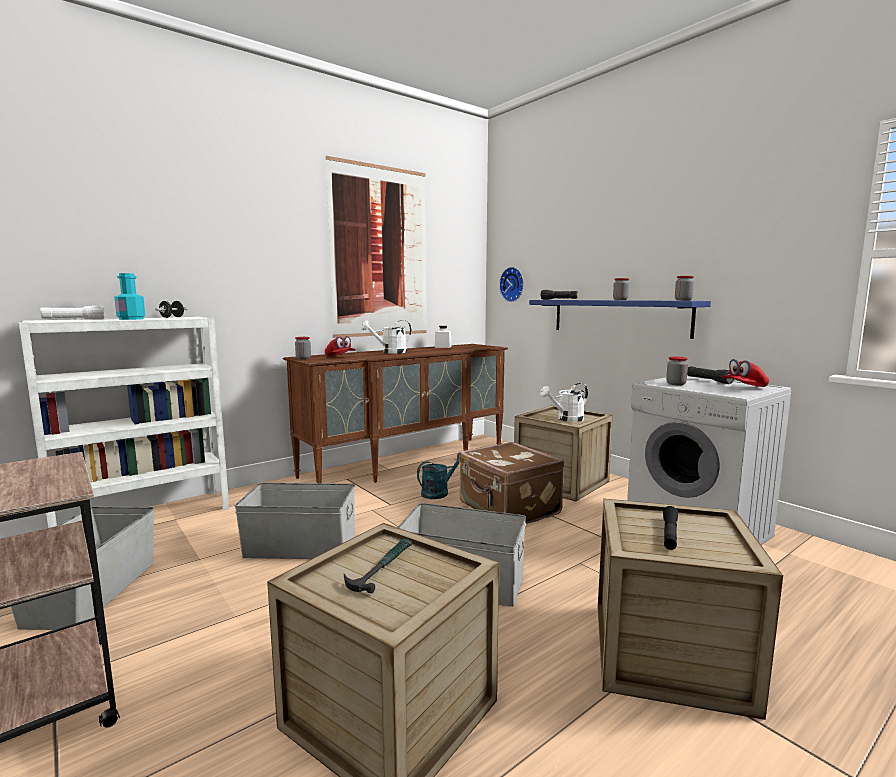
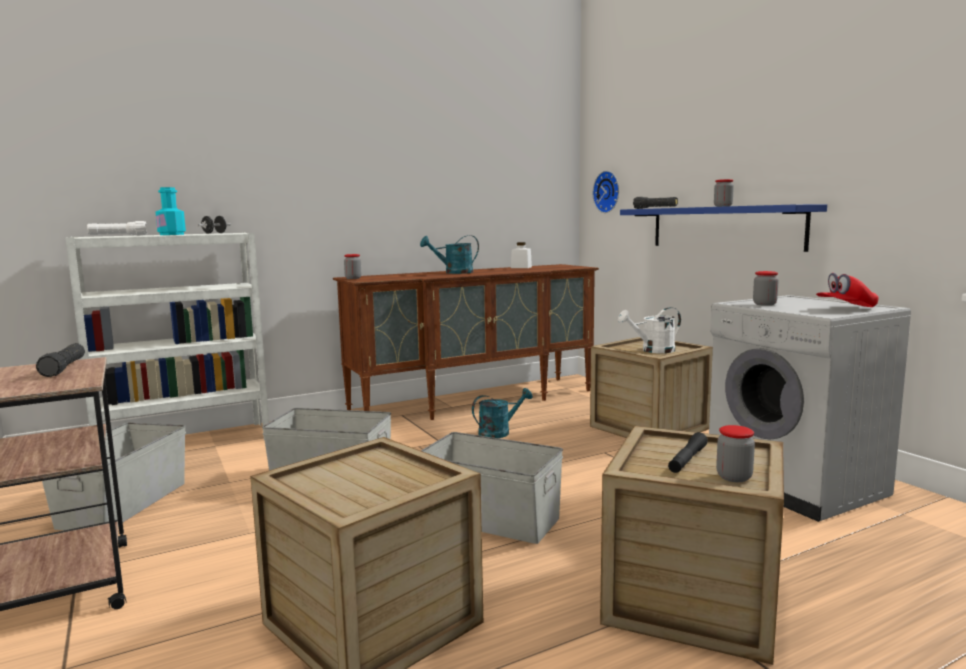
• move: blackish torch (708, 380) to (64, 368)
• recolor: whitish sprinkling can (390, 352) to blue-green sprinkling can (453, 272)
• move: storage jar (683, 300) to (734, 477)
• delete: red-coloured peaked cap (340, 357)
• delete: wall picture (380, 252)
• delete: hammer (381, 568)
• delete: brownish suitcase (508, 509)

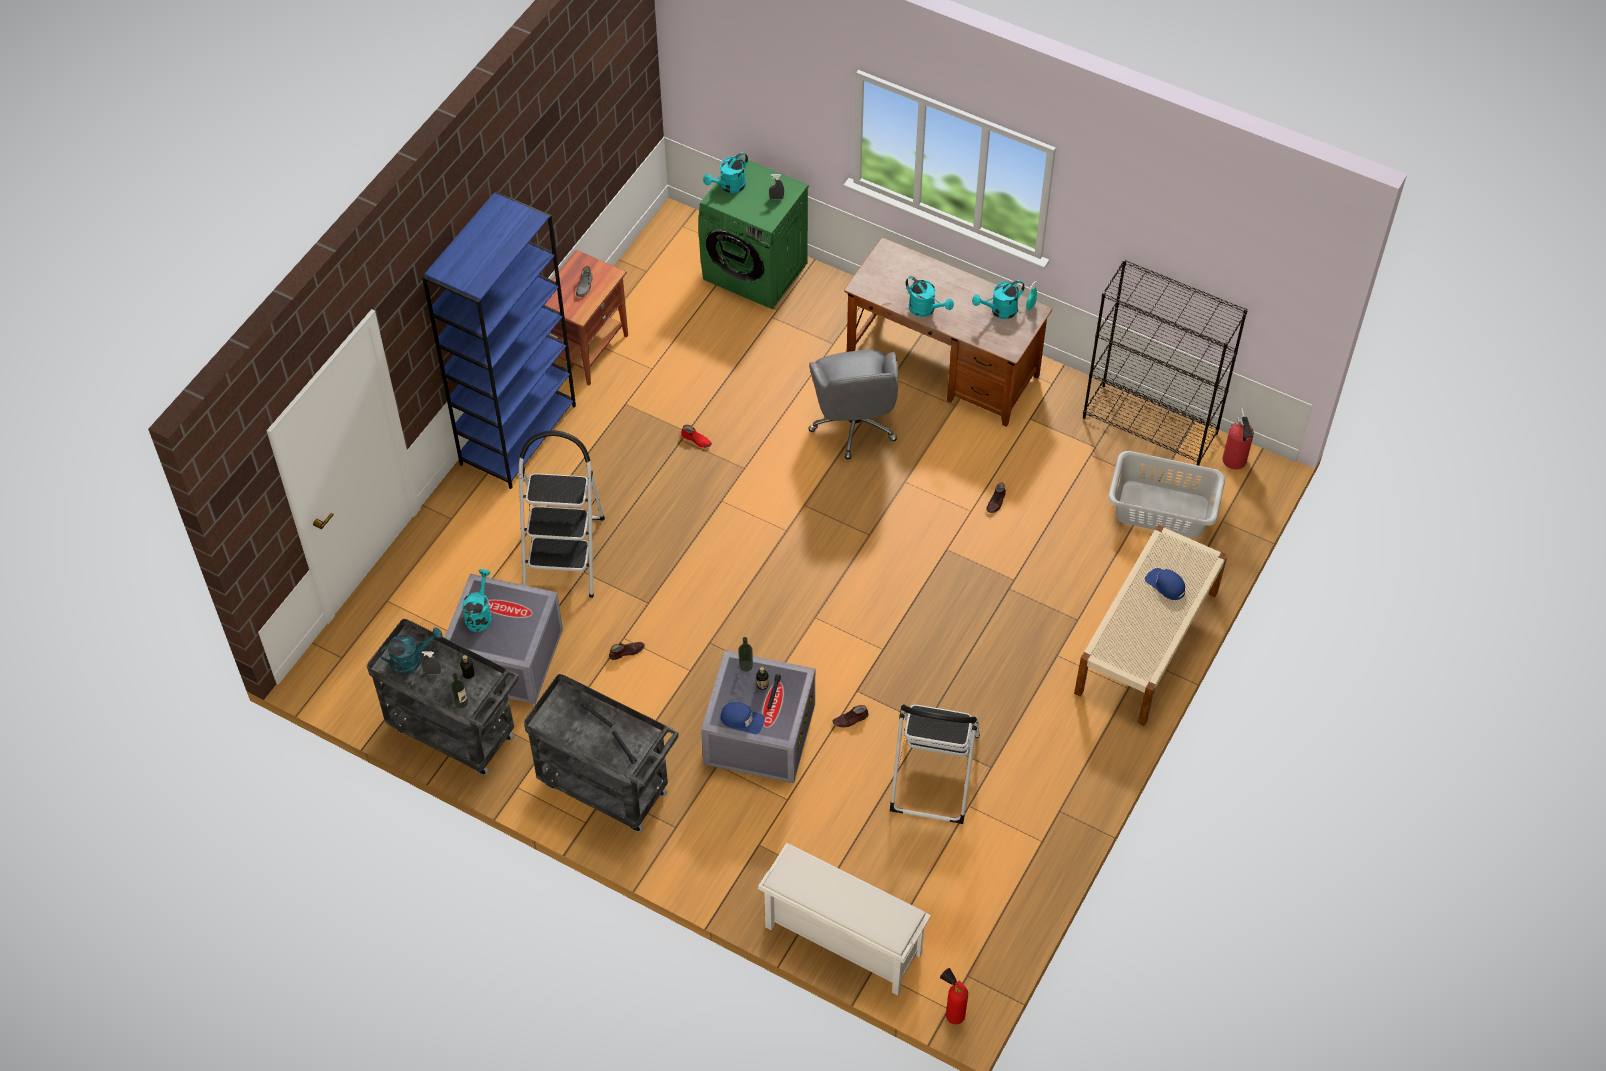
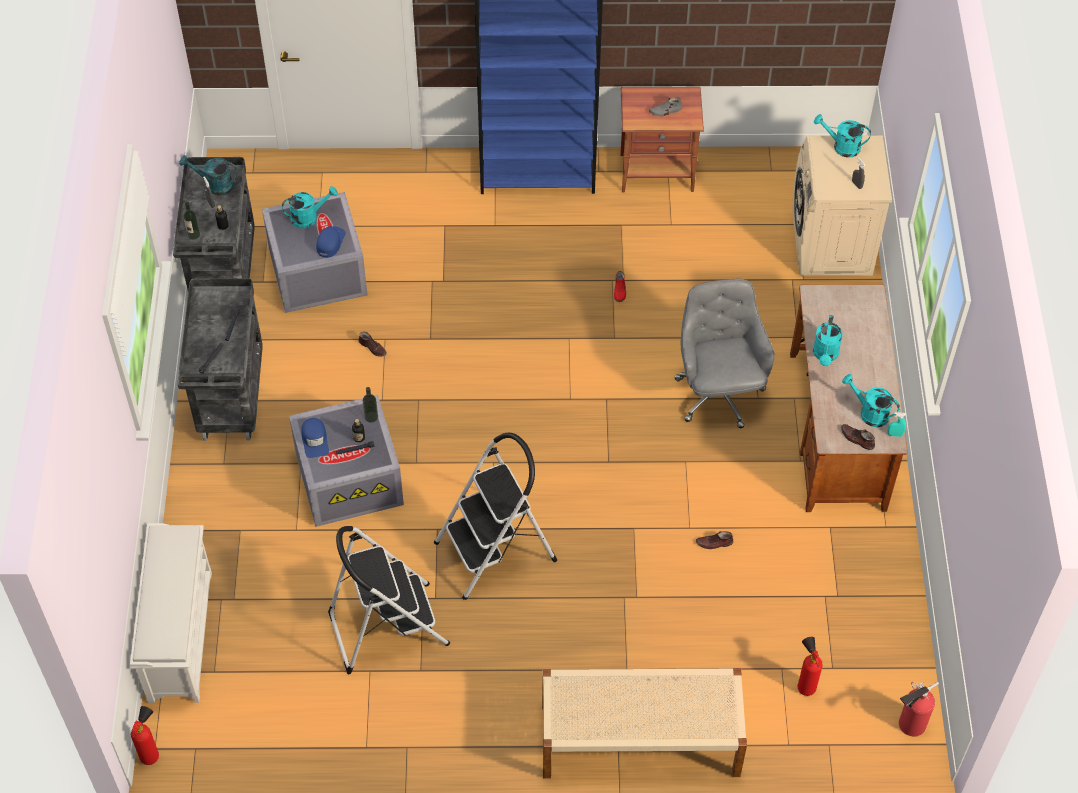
• rotate: blue-green sprinkling can (411, 660) = (214, 185) 150 degrees clockwise
• move: blue peaked cap (1165, 585) to (330, 242)
• move: step stool (566, 552) to (499, 551)
• rotate: gray office chair (853, 425) = (719, 394) 120 degrees clockwise
• recolor: greenish washing machine (755, 273) to sand-coloured washing machine (831, 245)
• replace: gray hamper (1161, 509) to fire extinguisher (805, 684)
• move: brownish shoe (850, 719) to (857, 439)
• delete: blackish bookshelf (1151, 425)

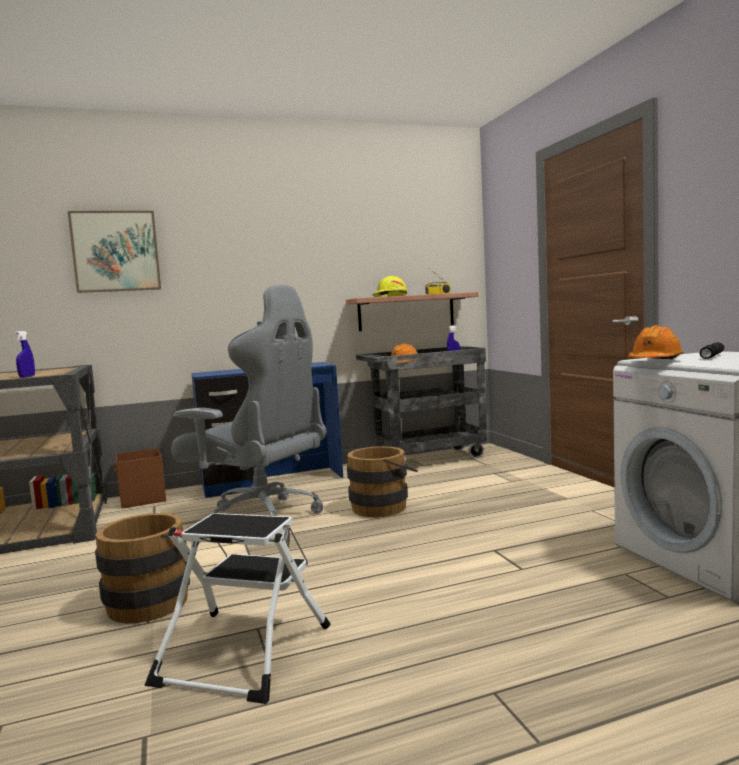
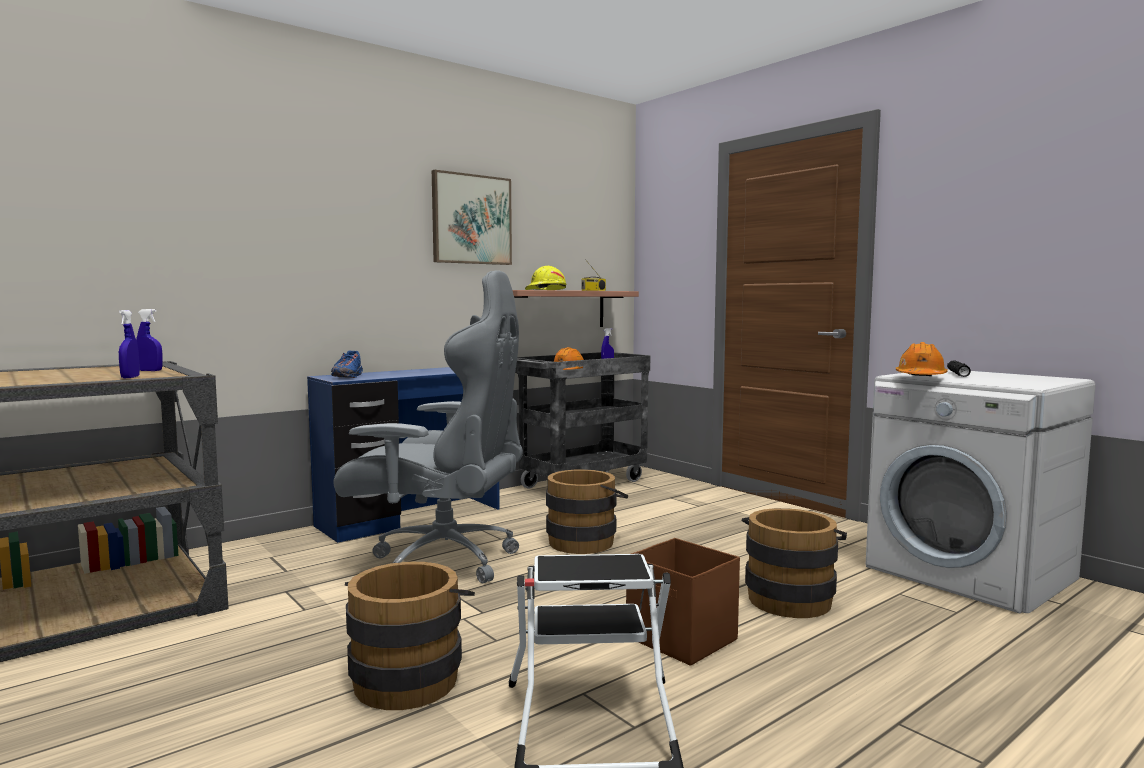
• insert: blue sprayer (150, 370)
• insert: blue shoe (348, 377)
• move: wall picture (116, 251) to (471, 219)
• move: brownish storage container (142, 499) to (682, 639)
• insert: brownish bucket (790, 597)

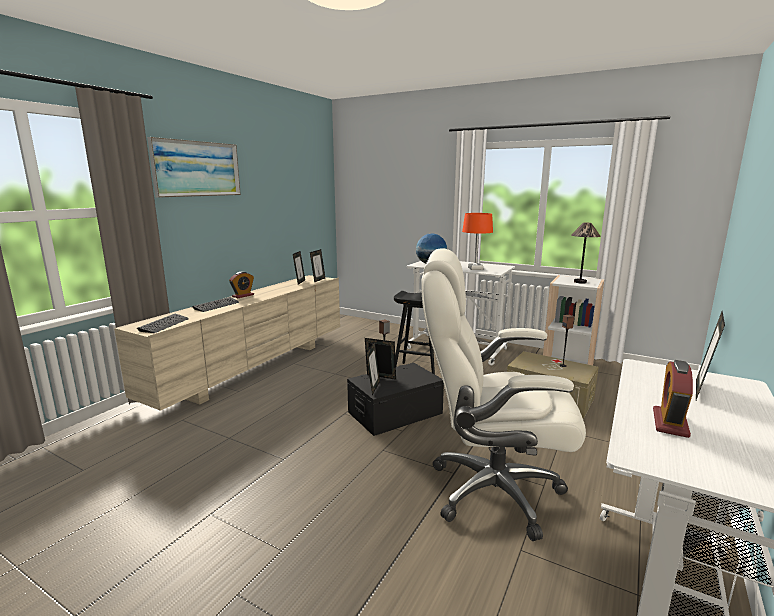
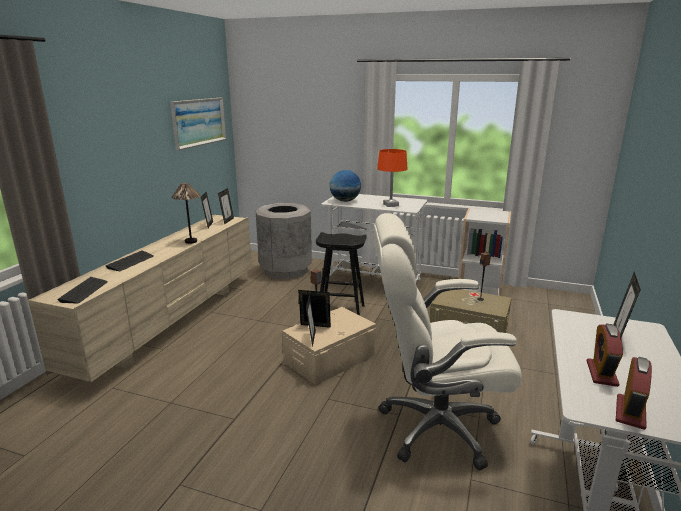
• move: wall picture (197, 169) to (199, 122)
• move: tabletop lamp (580, 282) to (191, 241)
• insert: gray trash can (285, 270)
• recolor: blackish storage container (395, 413) to sand-coloured storage container (329, 358)
• move: alarm clock (243, 295) to (630, 412)

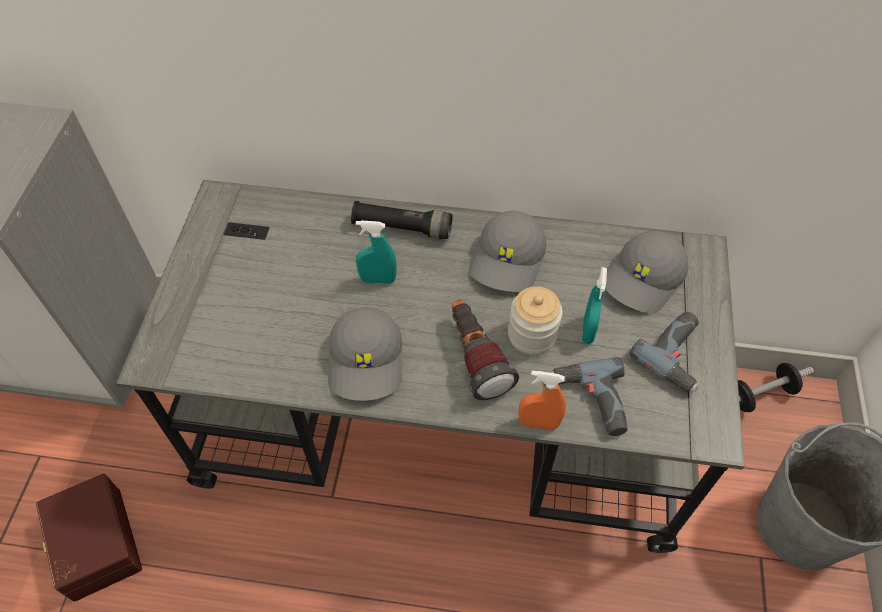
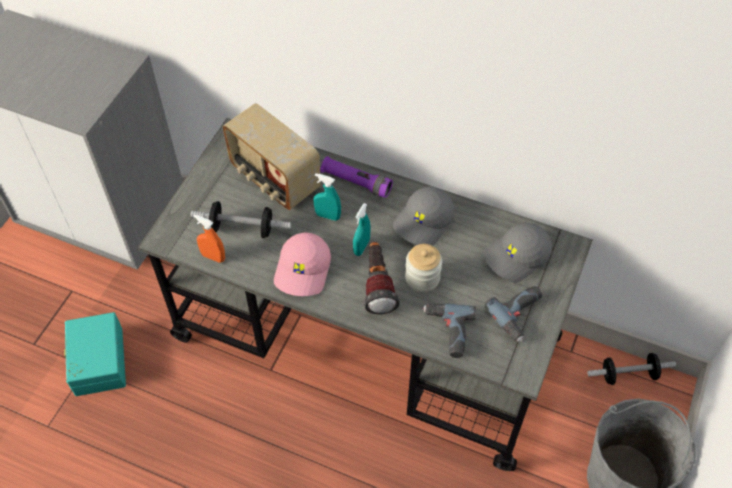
• recolor: brownish storage container (94, 544) to blue-green storage container (97, 361)
• insert: hand weight (242, 228)
• move: orange sprayer (538, 423) to (213, 257)
• insert: radio set (274, 179)
• recolor: gray peaked cap (367, 362) to pink peaked cap (303, 270)
• recolor: blackish torch (402, 228) to purplish torch (356, 182)
• move: blue-green sprayer (588, 330) to (361, 247)

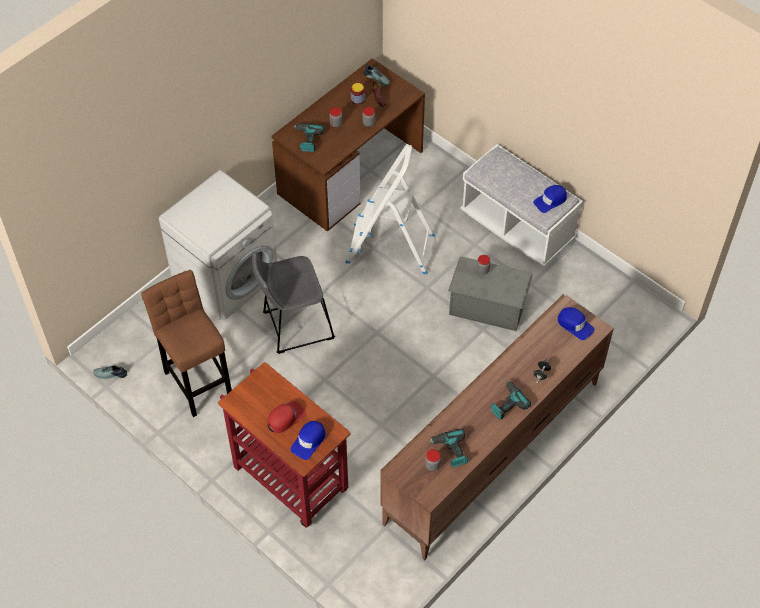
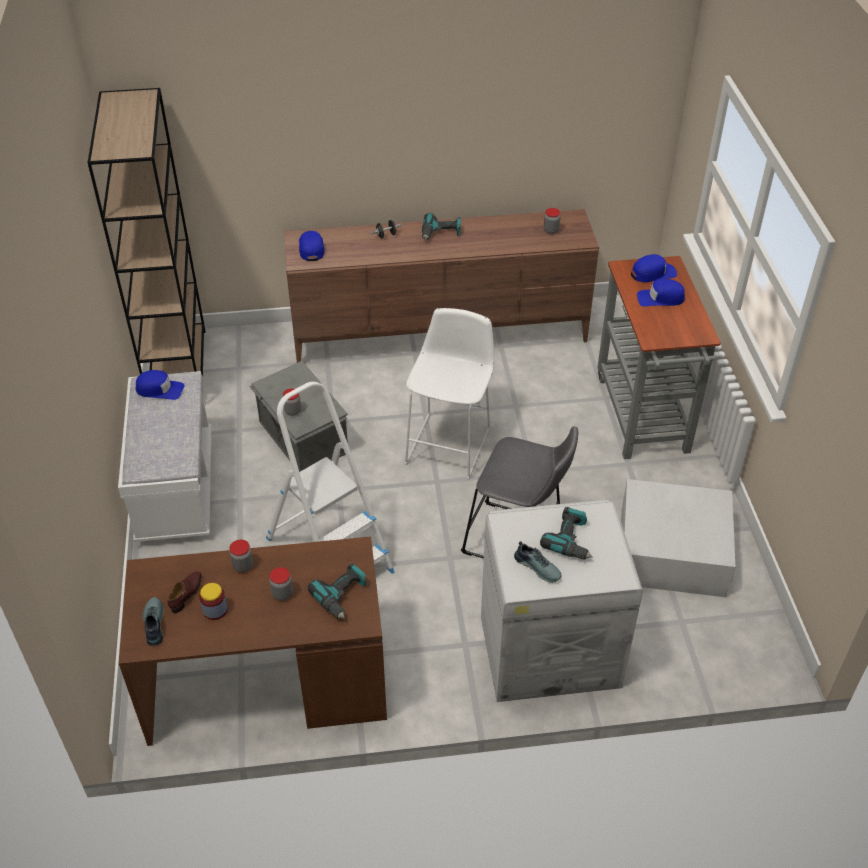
• insert: sand-coloured bookshelf (177, 369)
• insert: whitish stool (450, 443)
• move: shoe (110, 375) to (538, 566)
• move: electric drill (450, 451) to (571, 540)
• recolor: red-coloured cart (288, 478) to gray cart (642, 415)
• replace: brownish stool (197, 380) to whitish storage container (672, 552)
• recolor: red-coloured peaked cap (286, 418) to blue peaked cap (660, 298)

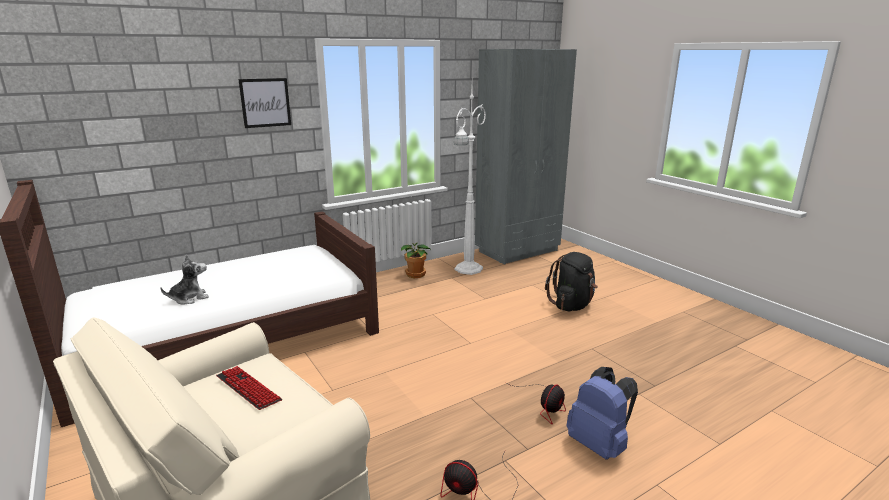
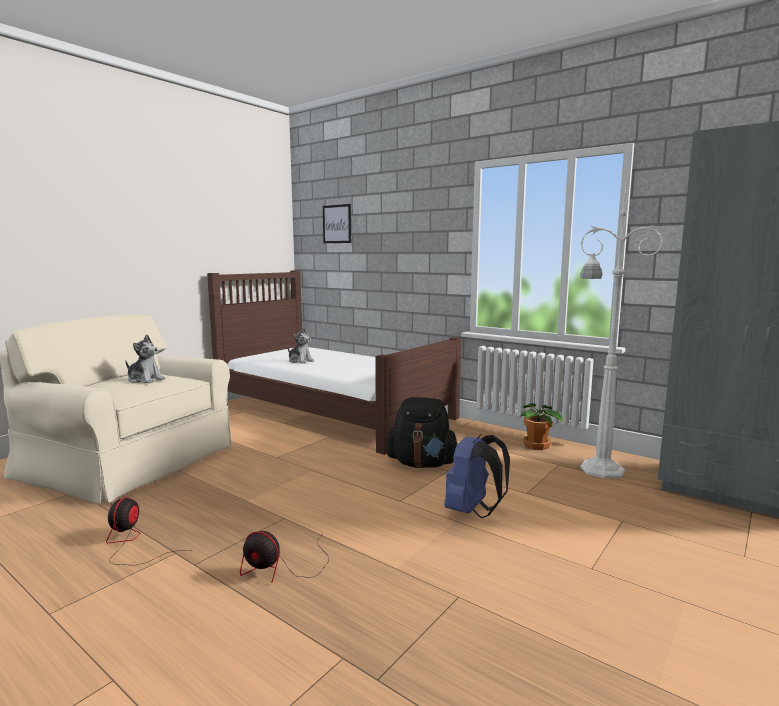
• replace: computer keyboard (248, 389) to cuddly toy (145, 380)
• move: wall picture (265, 102) to (337, 224)
• move: blackish backpack (572, 305) to (422, 464)
• move: blue backpack (599, 444) to (473, 511)

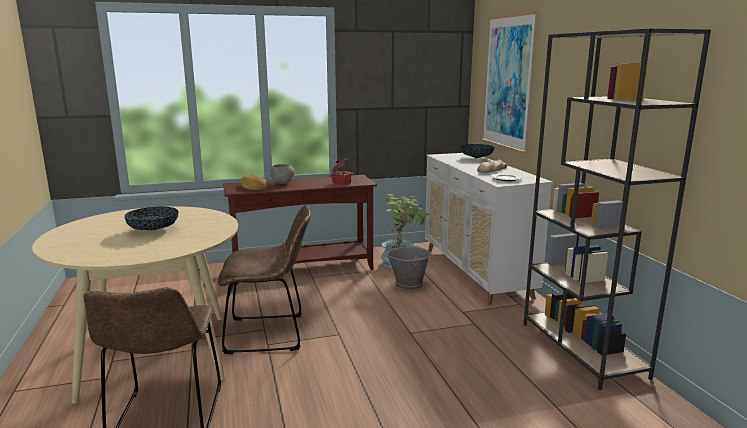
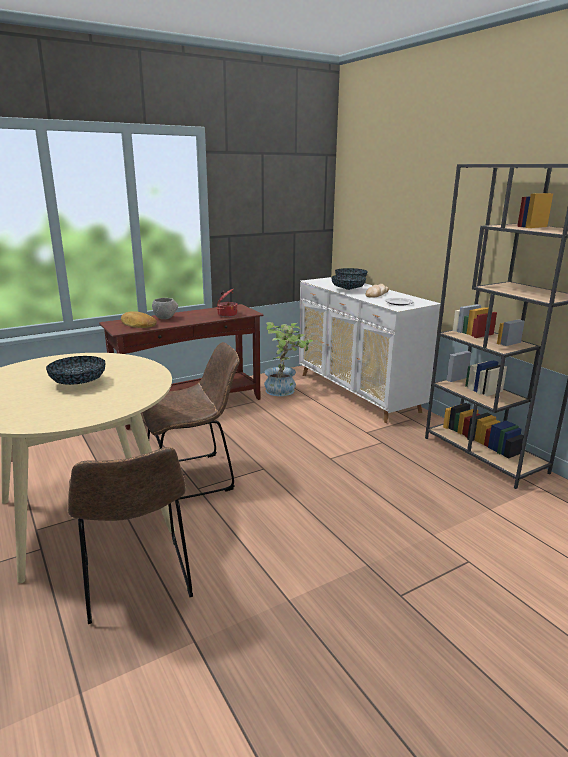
• insert: bowl (348, 289)
• delete: gray bucket (409, 284)
• delete: wall picture (508, 82)

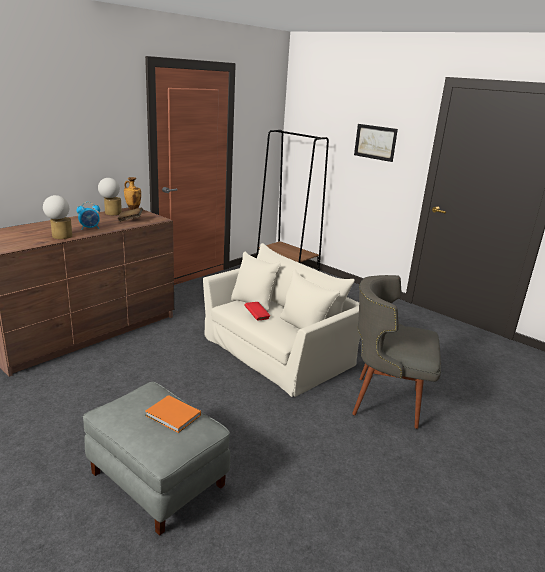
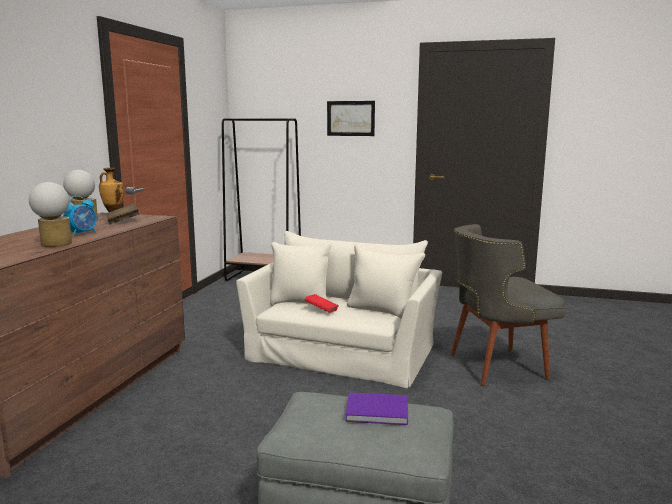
• recolor: orange book (173, 416) to purplish book (379, 412)

